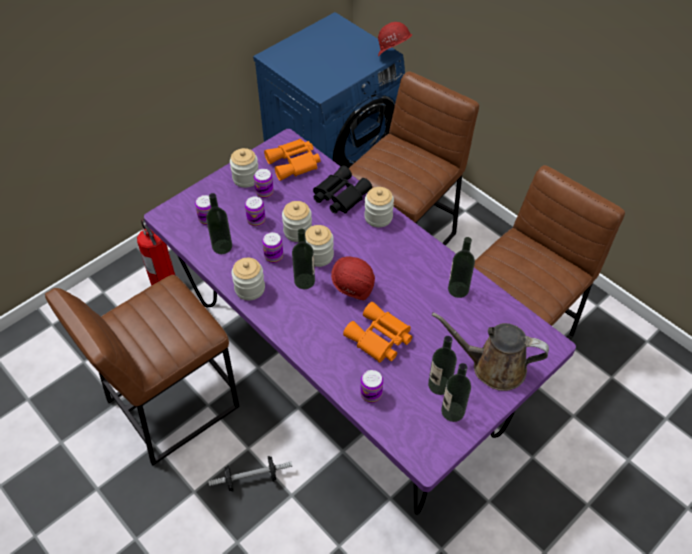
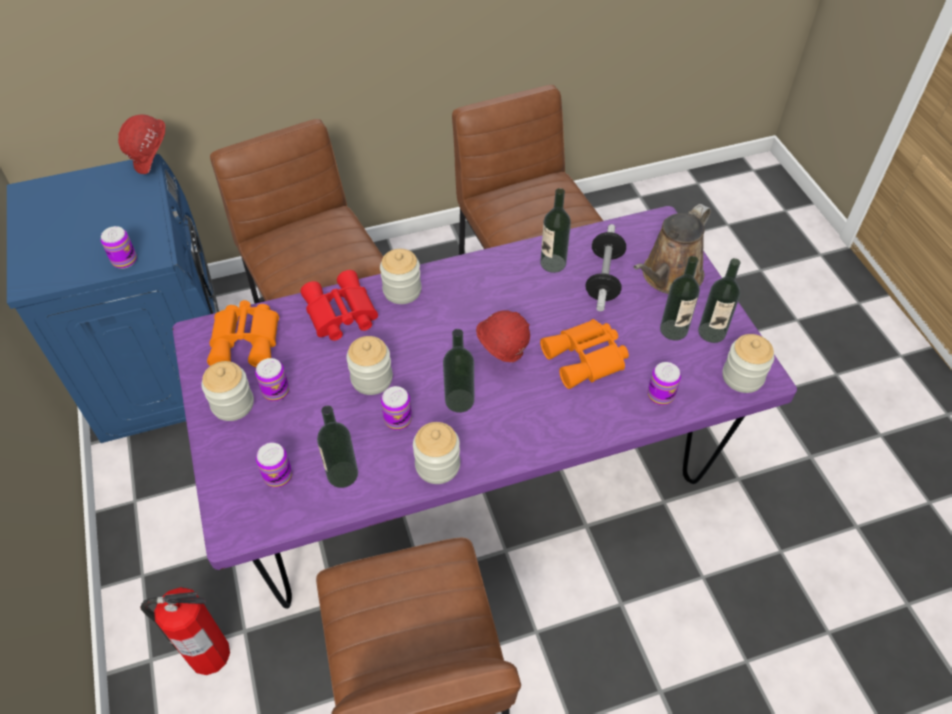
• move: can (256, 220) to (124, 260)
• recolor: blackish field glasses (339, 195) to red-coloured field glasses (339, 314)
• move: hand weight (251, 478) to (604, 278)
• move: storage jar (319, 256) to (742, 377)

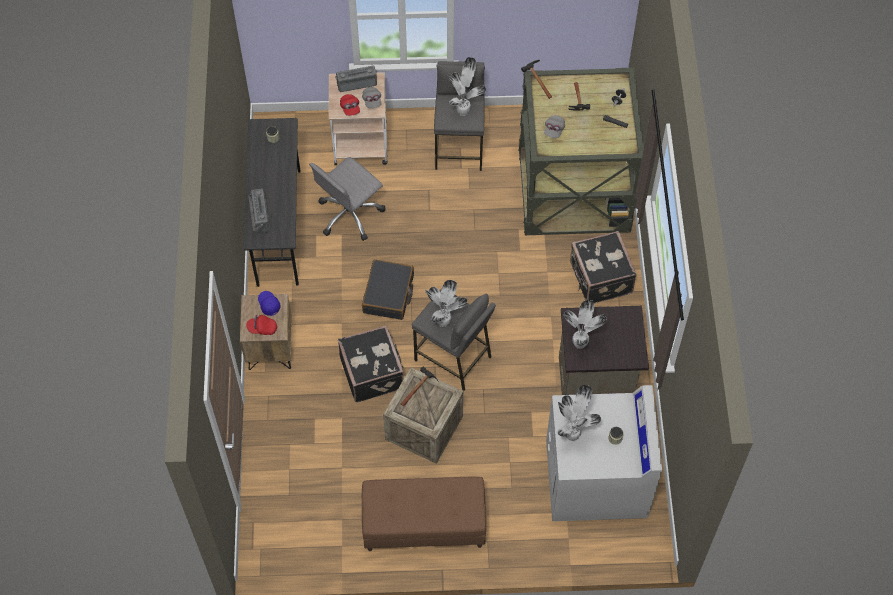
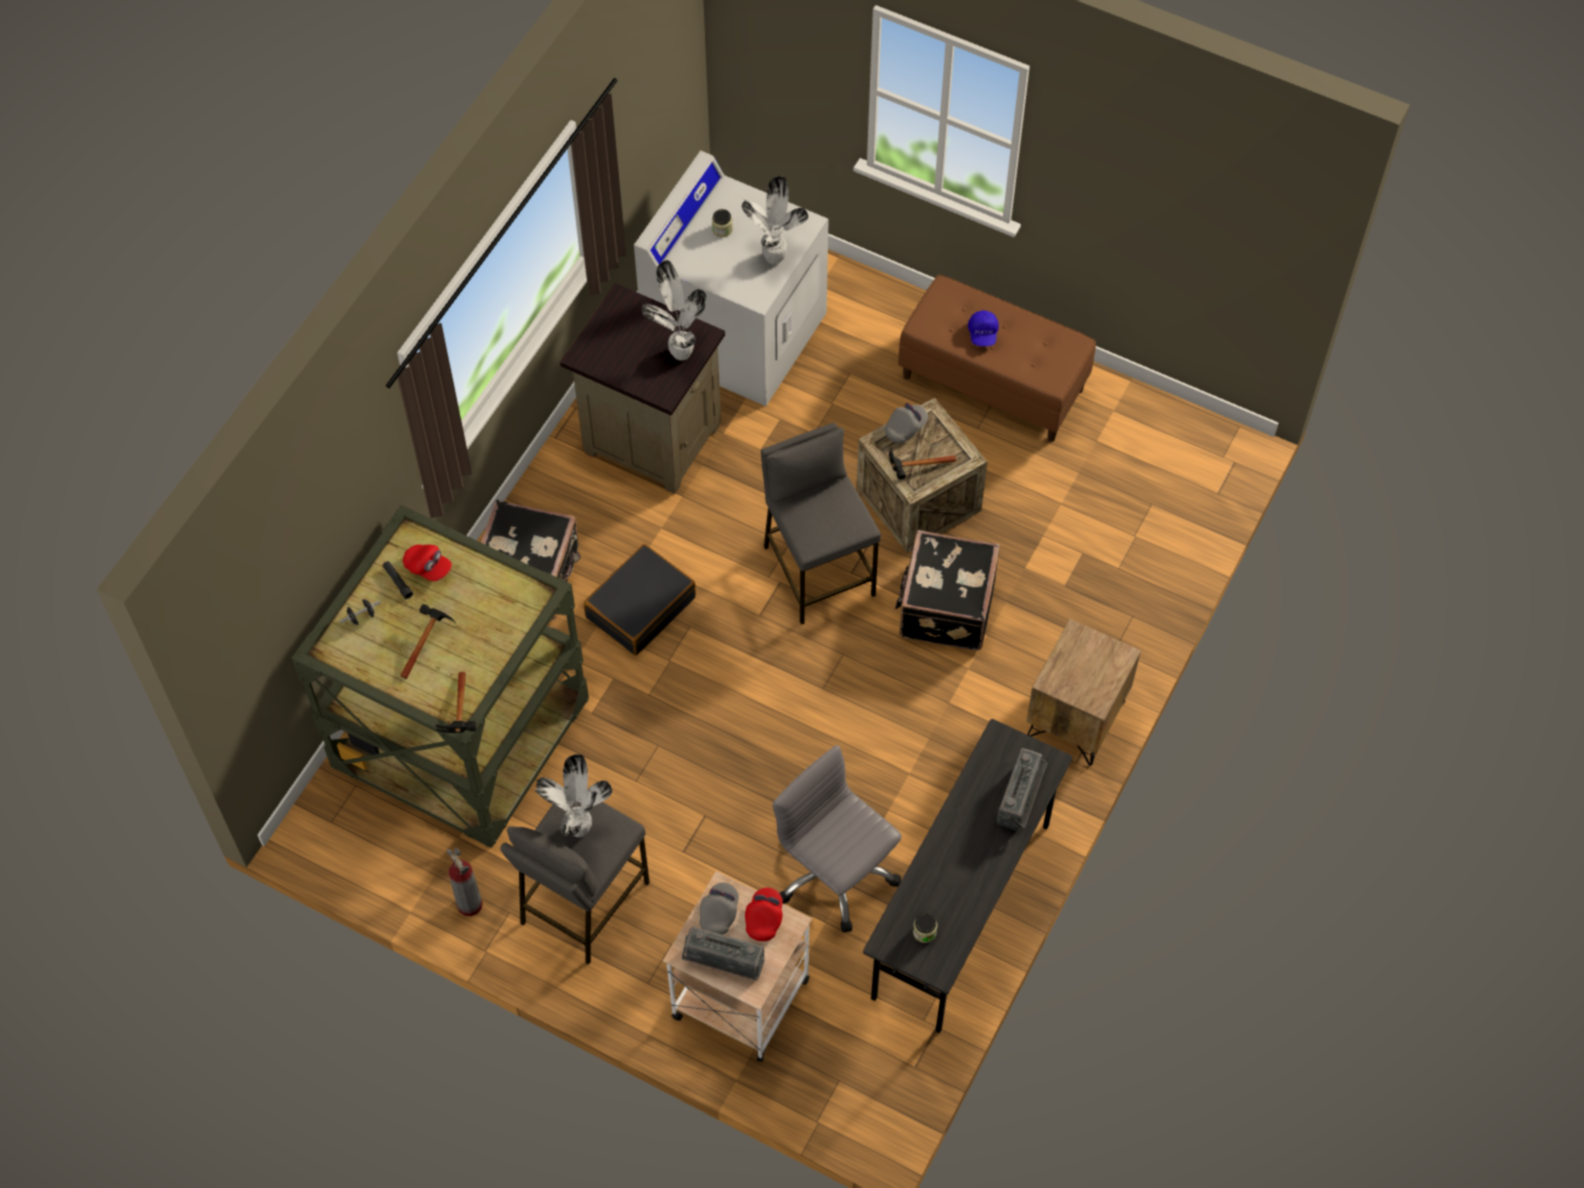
• move: red-coloured peaked cap (262, 328) to (428, 567)
• insert: fire extinguisher (469, 904)
• move: blackish suitcase (388, 294) to (640, 607)
• rotate: gray office chair (350, 214) = (835, 873) 120 degrees counterclockwise
• move: gray peaked cap (554, 130) to (905, 428)
• move: blue peaked cap (269, 305) to (983, 334)
• delete: houseplant (444, 323)

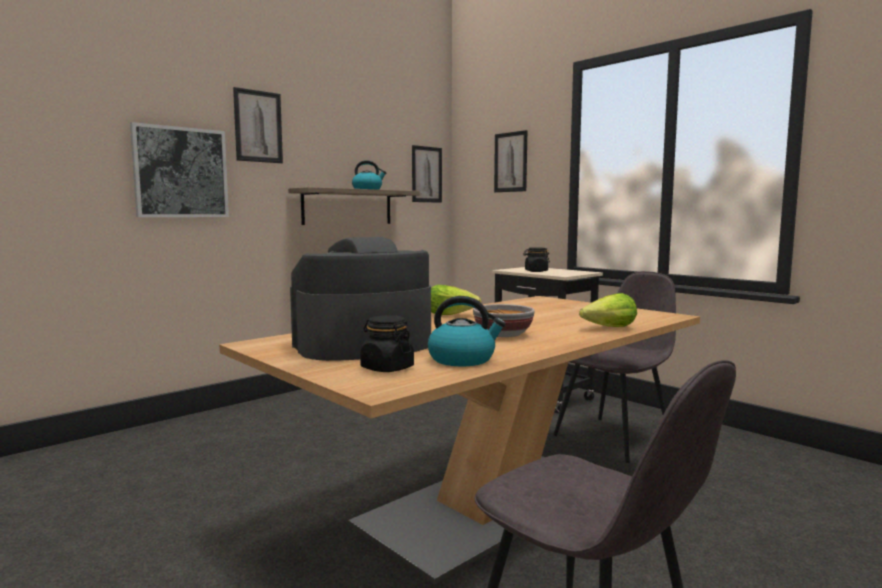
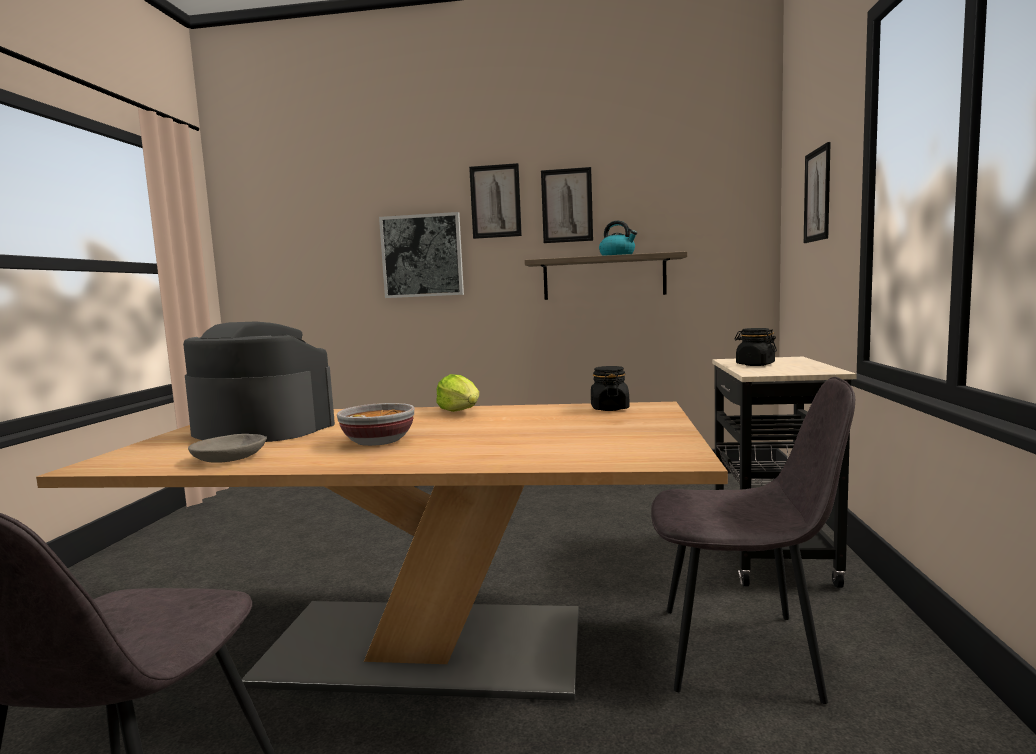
• replace: tea kettle (463, 359) to gray bowl (231, 458)
• move: wall picture (426, 174) to (567, 205)
• move: blackish storage jar (387, 368) to (609, 408)
• delete: lettuce head (610, 328)

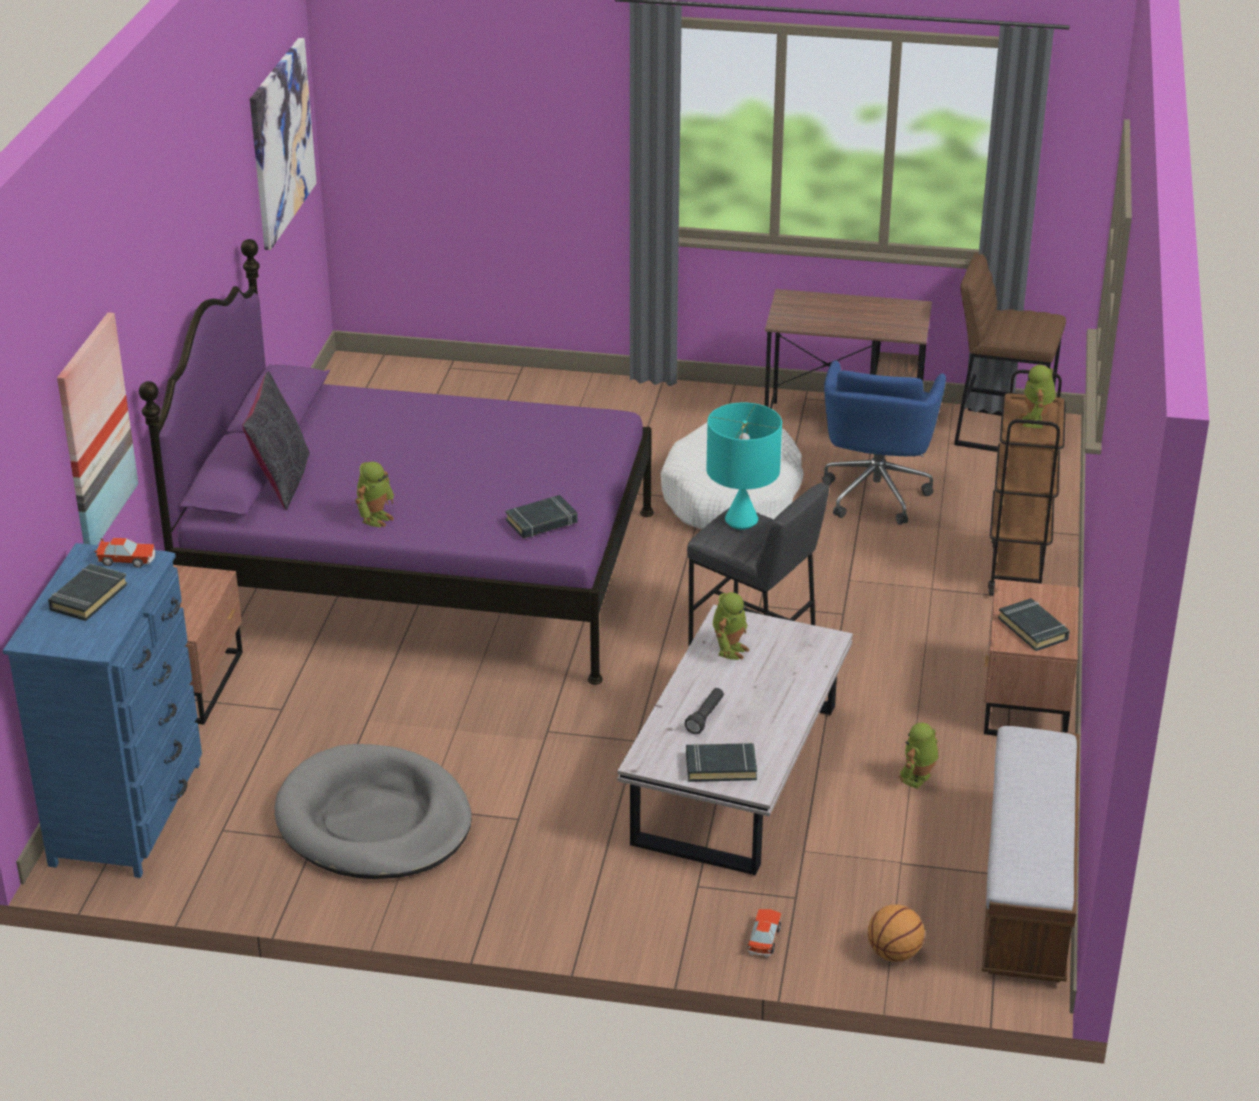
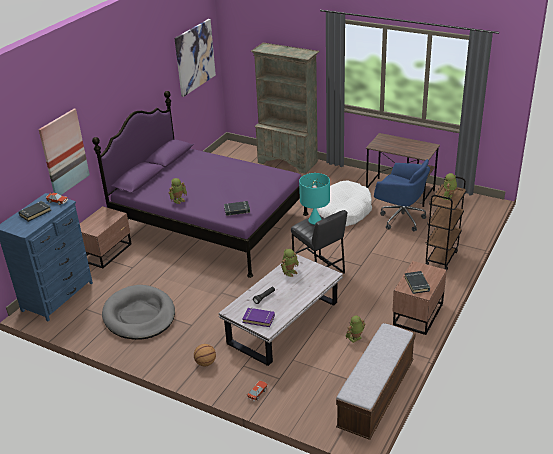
• move: basketball ball (894, 954) to (205, 363)
• recolor: blackish book (721, 767) to purplish book (258, 319)
• insert: greenish bookshelf (288, 162)
• rotate: blue office chair (876, 493) = (400, 219) 90 degrees counterclockwise
• delete: blackish cushion (281, 480)
• delete: brownish stool (999, 432)

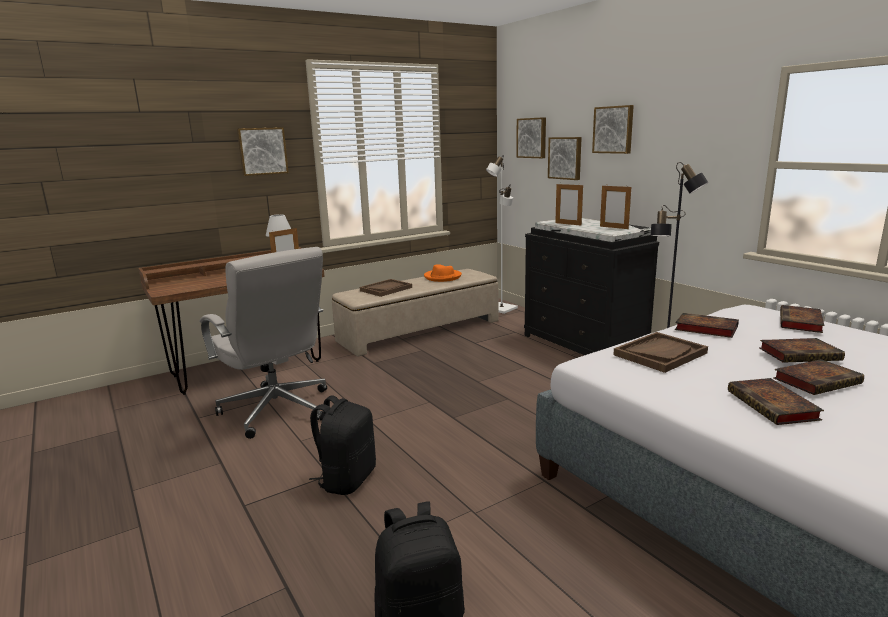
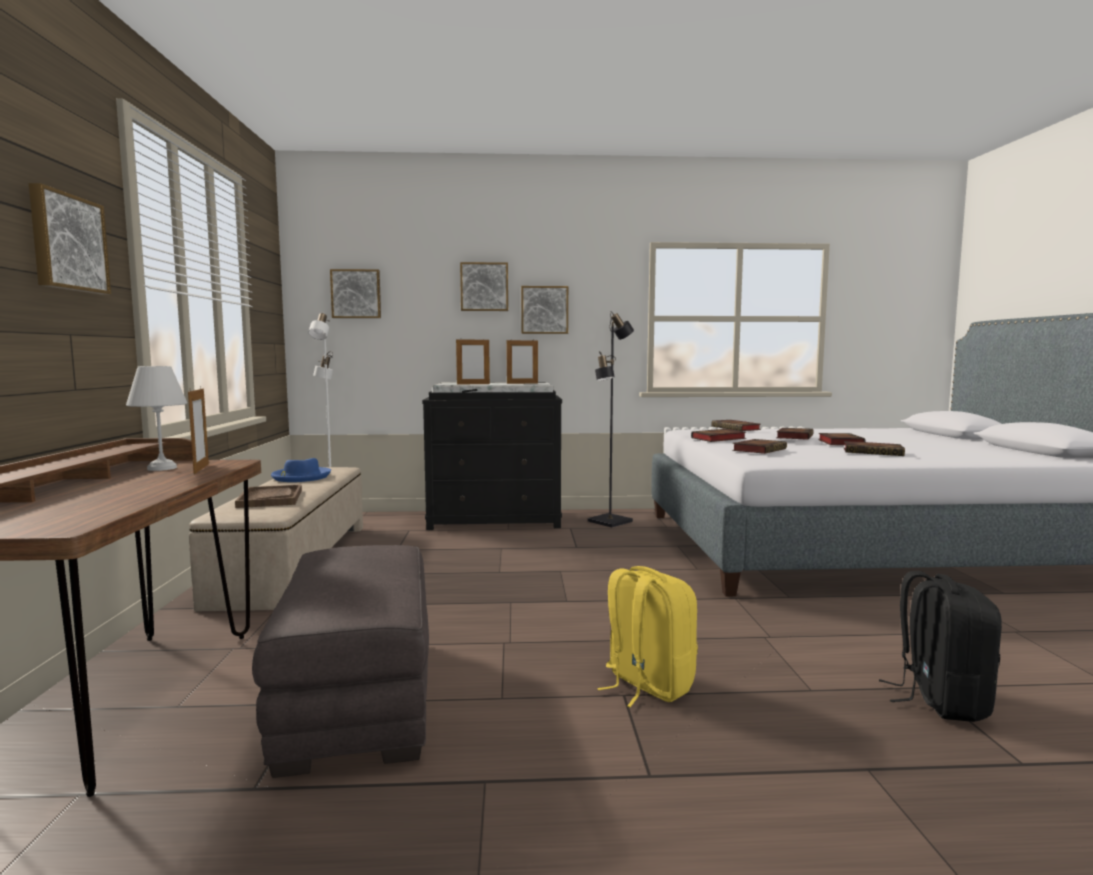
• replace: gray office chair (276, 408) to gray footrest (359, 699)
• recolor: orange clothing hat (442, 277) to blue clothing hat (301, 477)
• move: wall picture (565, 158) to (544, 310)
• recolor: blackish backpack (347, 479) to yellowish backpack (646, 685)
• replace: brownish carrying tray (660, 354) to book (759, 450)

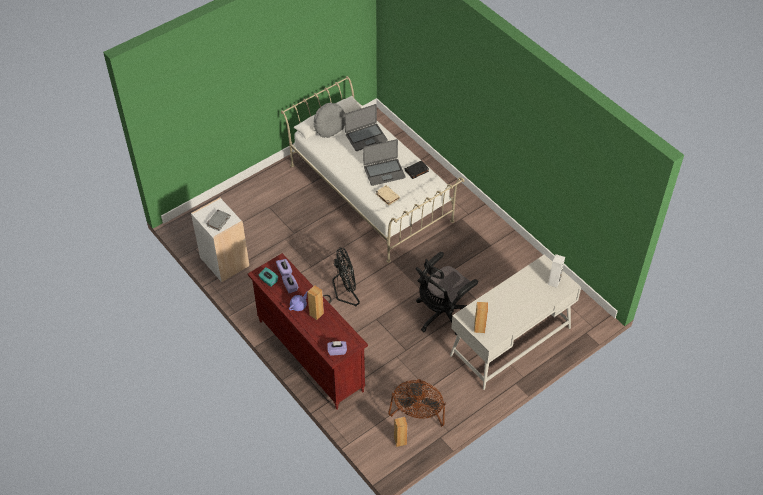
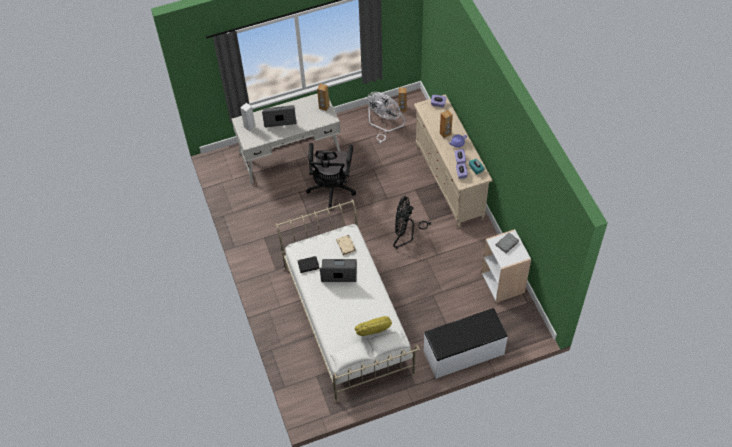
• move: laptop (366, 137) to (279, 117)
• rotate: office chair (443, 314) = (332, 188) 120 degrees clockwise
• recolor: gray cushion (330, 131) to yellowish cushion (373, 334)
• recolor: brownish cooling fan (416, 411) to whitish cooling fan (383, 125)
• recolor: red-coloured chest of drawers (310, 356) to sand-coloured chest of drawers (449, 182)
• insert: whitish indoor bench (464, 353)

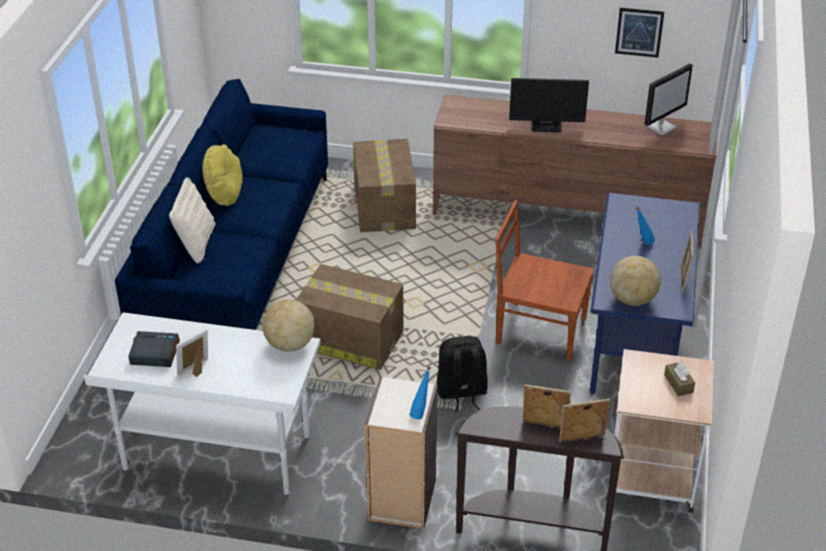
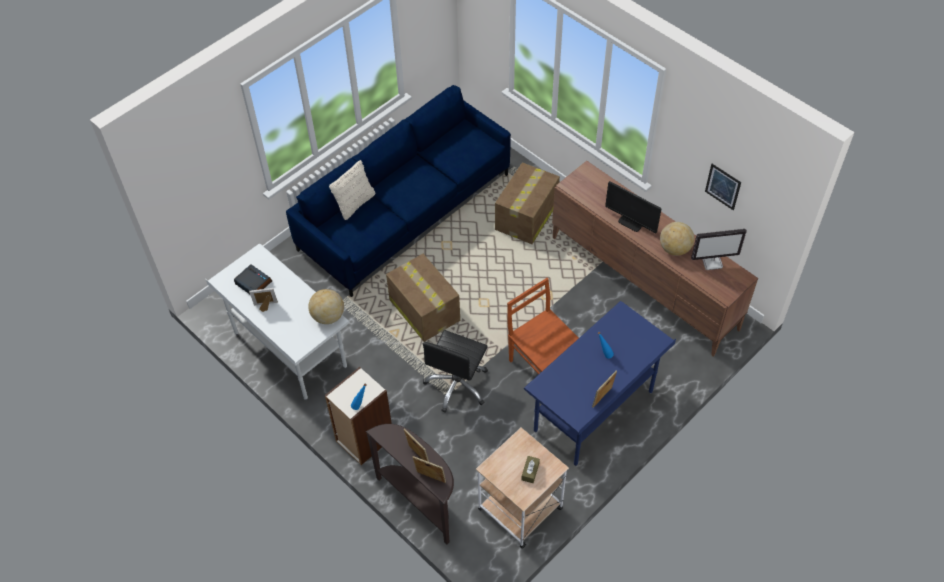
• replace: blackish backpack (461, 393) to blackish office chair (457, 385)
• move: world globe (632, 299) to (674, 249)
• delete: yellowish cushion (225, 197)

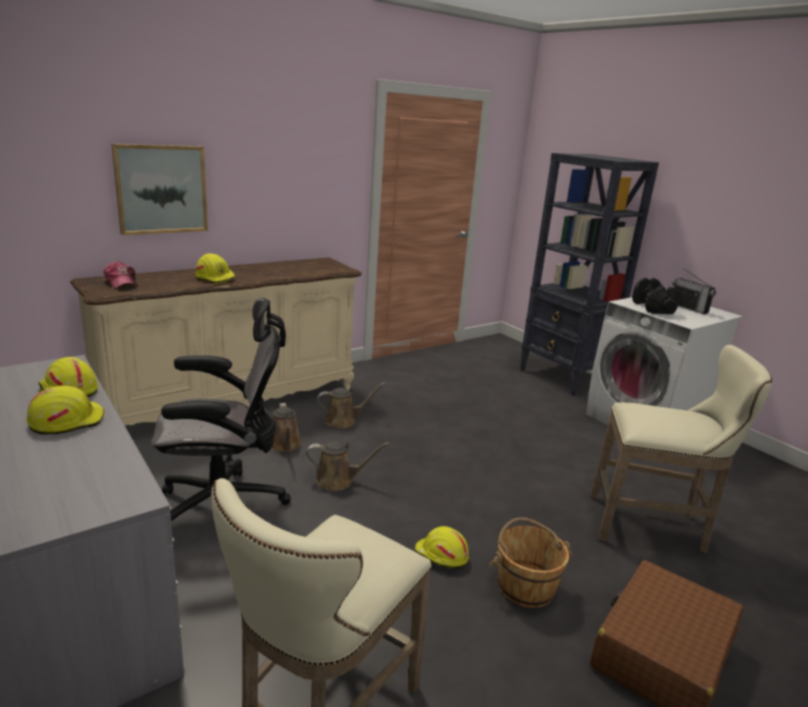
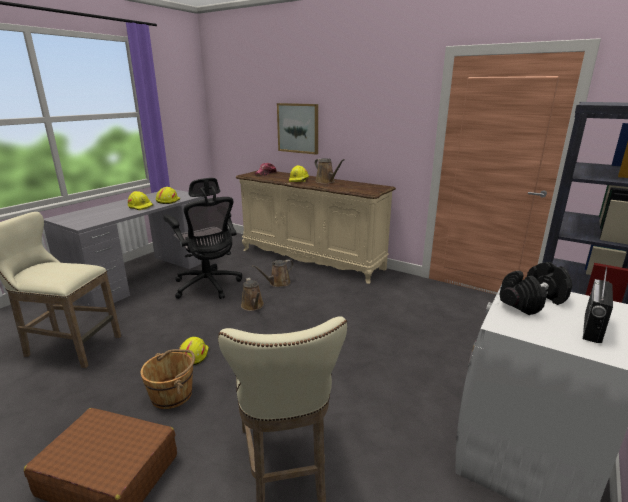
• move: brownish sprinkling can (343, 420) to (326, 181)

